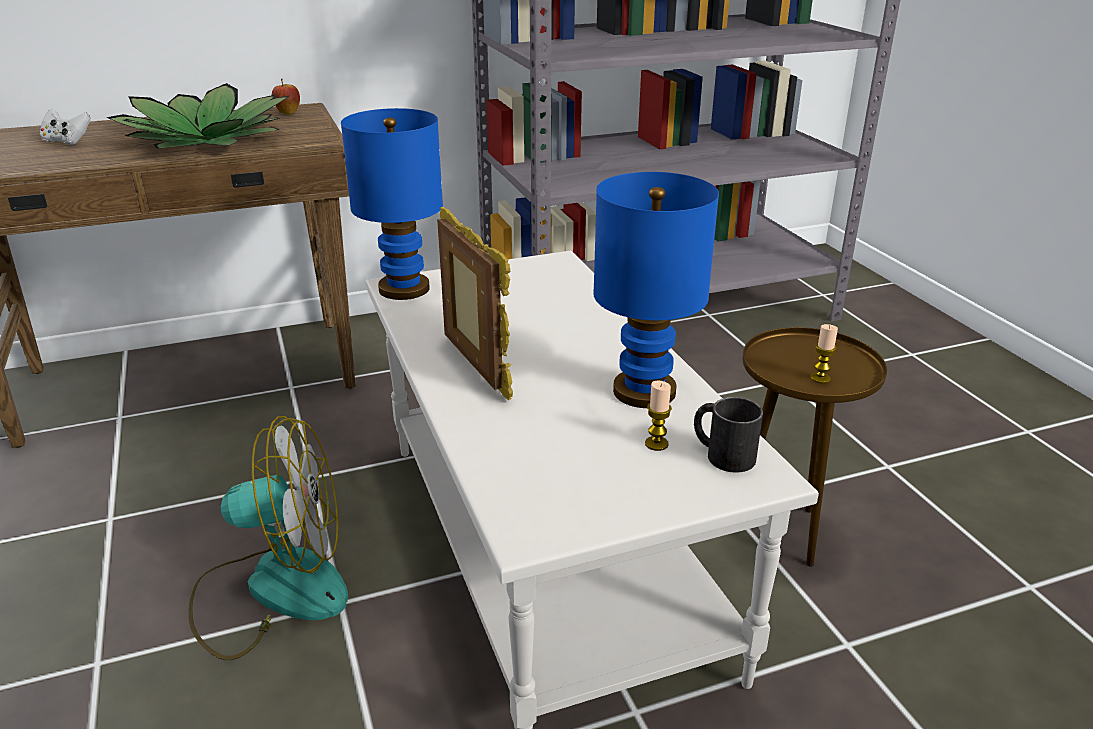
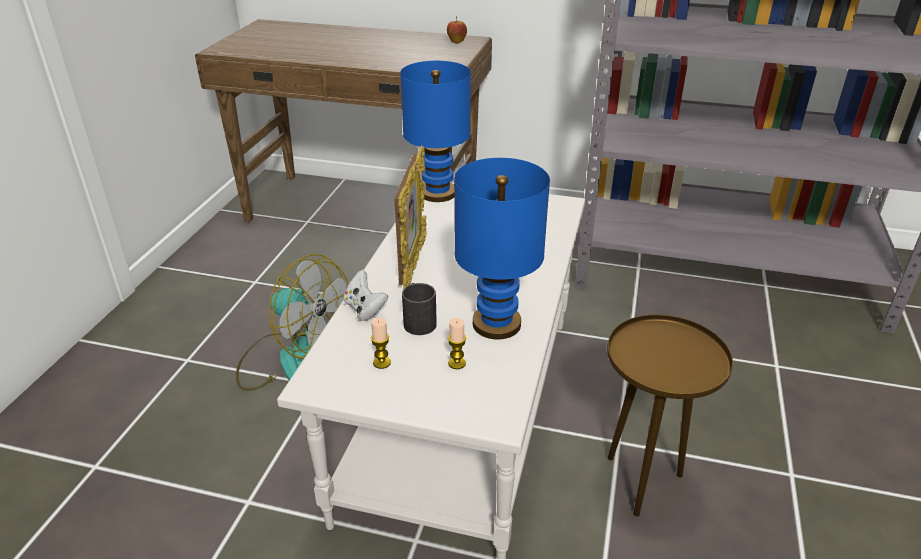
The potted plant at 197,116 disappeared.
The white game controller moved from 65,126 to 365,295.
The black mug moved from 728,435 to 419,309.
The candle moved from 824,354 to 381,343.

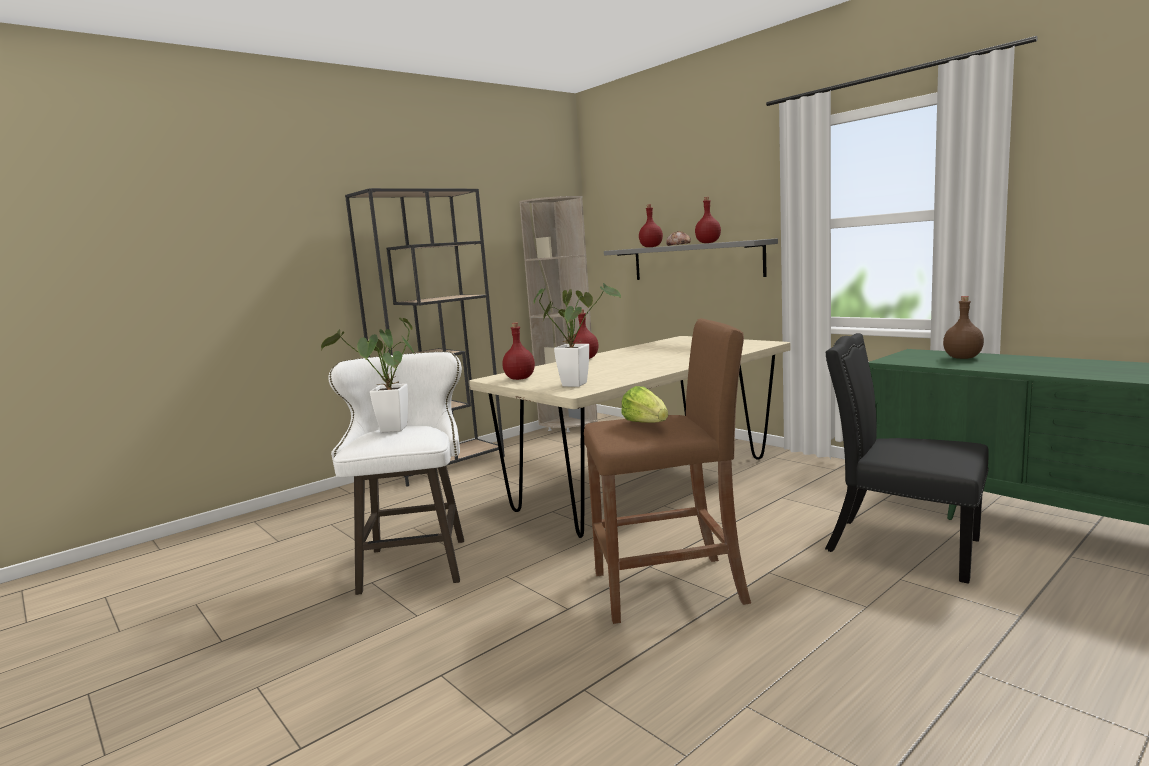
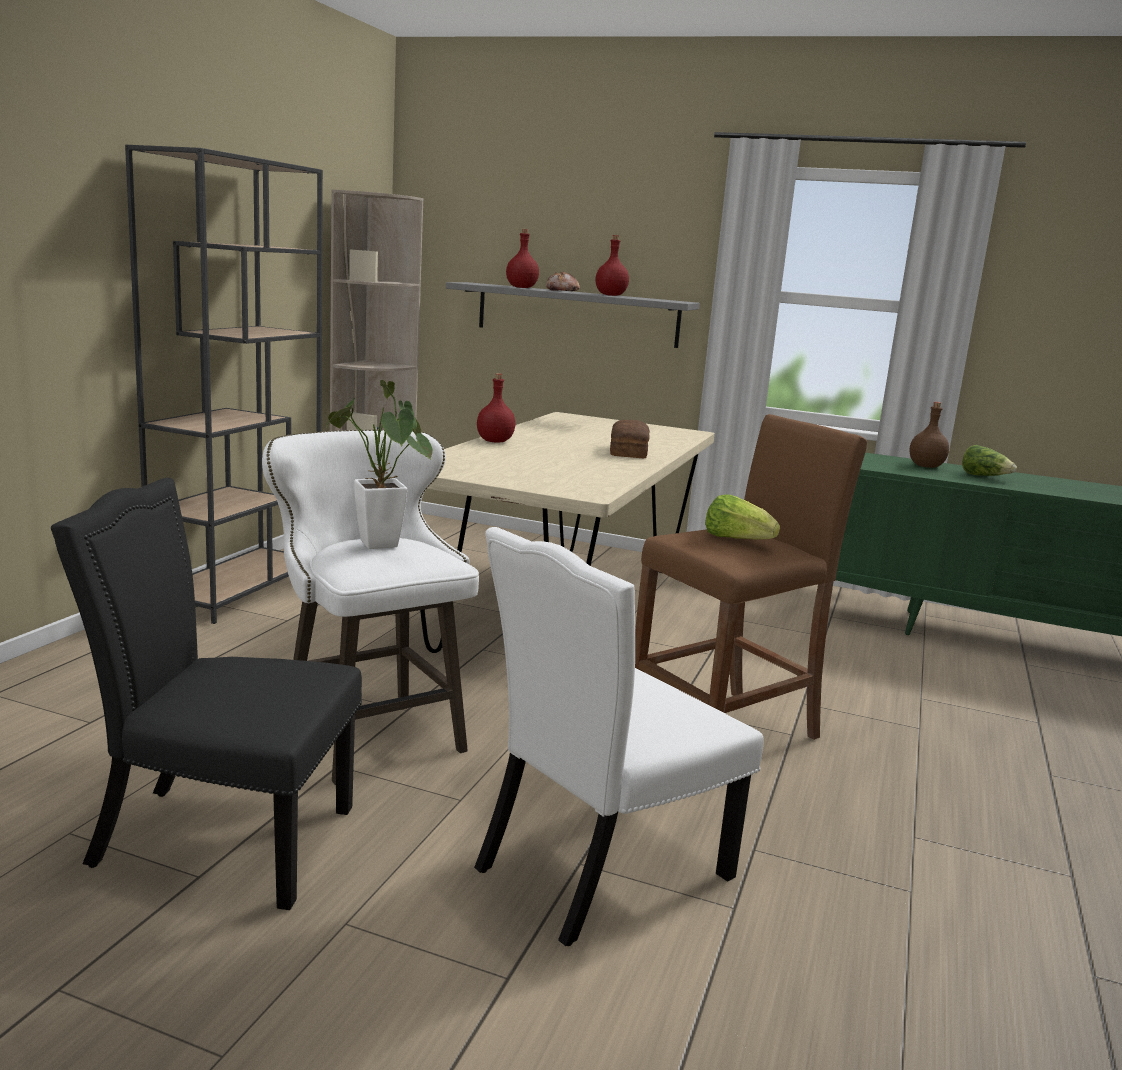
The red bottle at 518,351 disappeared.
The potted plant at 578,335 disappeared.
The white chair at 618,736 appeared.
The bread at 630,439 appeared.
The lettuce at 989,460 appeared.
The black chair moved from 907,458 to 206,694.

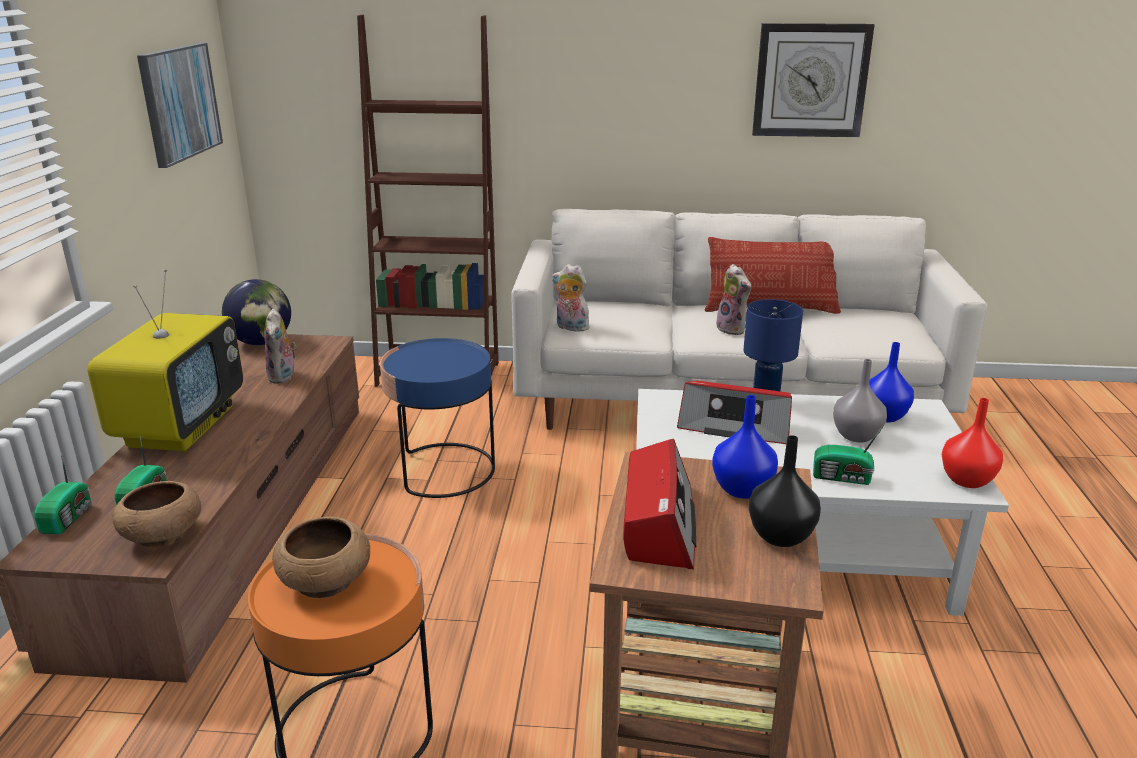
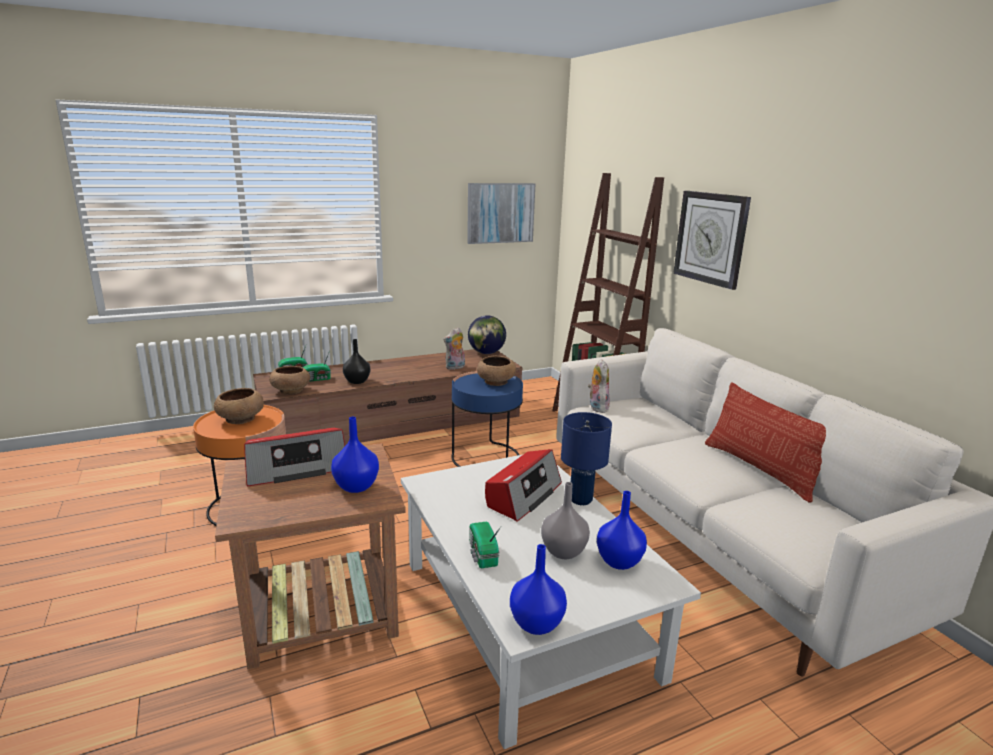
The television at 165,360 disappeared.
The plush toy at 733,299 disappeared.
The brown bowl at 496,371 appeared.
The black vase moved from 785,491 to 356,361.
The wall clock moved from 813,80 to 712,240.
The red vase at 972,443 became the blue vase at 538,589.
The radio at 734,412 turned 135 degrees counterclockwise.

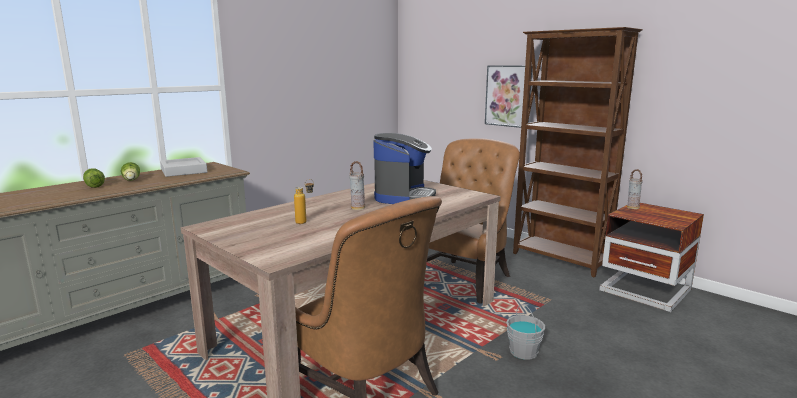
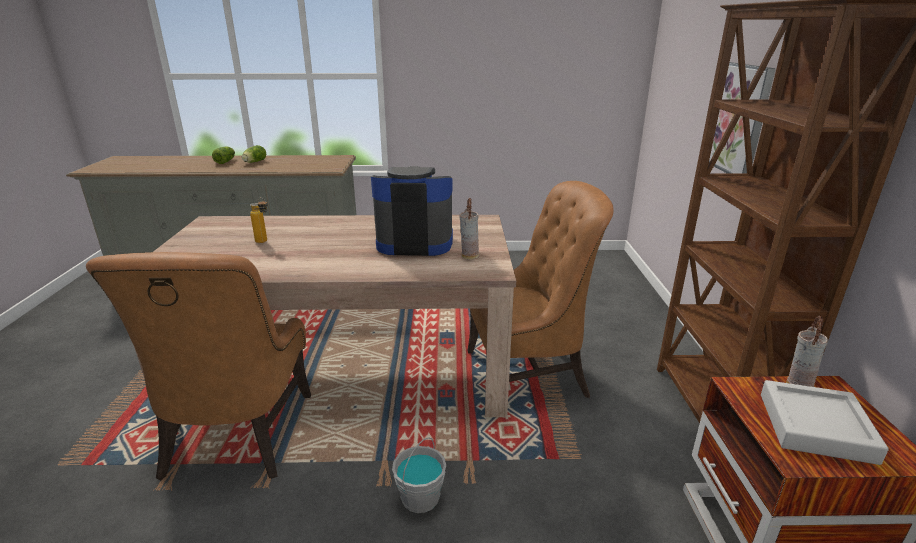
The grey tray moved from 184,167 to 825,422.
The vase moved from 357,185 to 469,229.
The coffee machine at 405,168 turned 150 degrees counterclockwise.

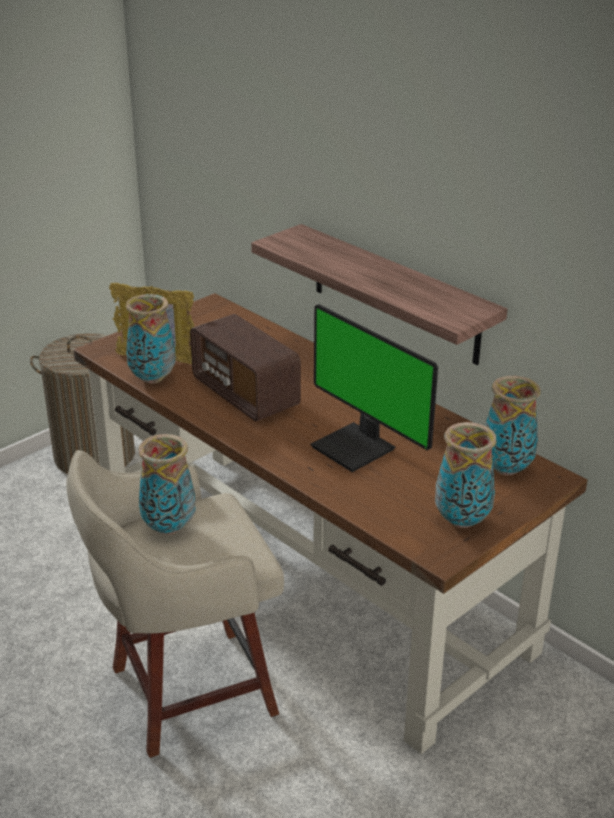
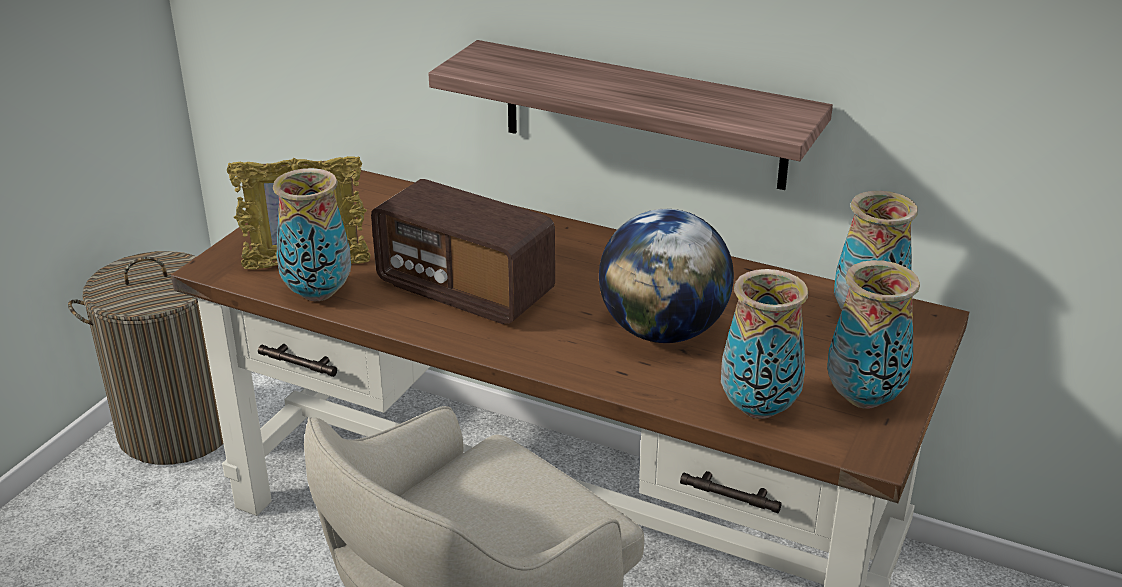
The vase moved from 167,484 to 764,344.
The monitor at 374,388 was replaced by the globe at 666,276.

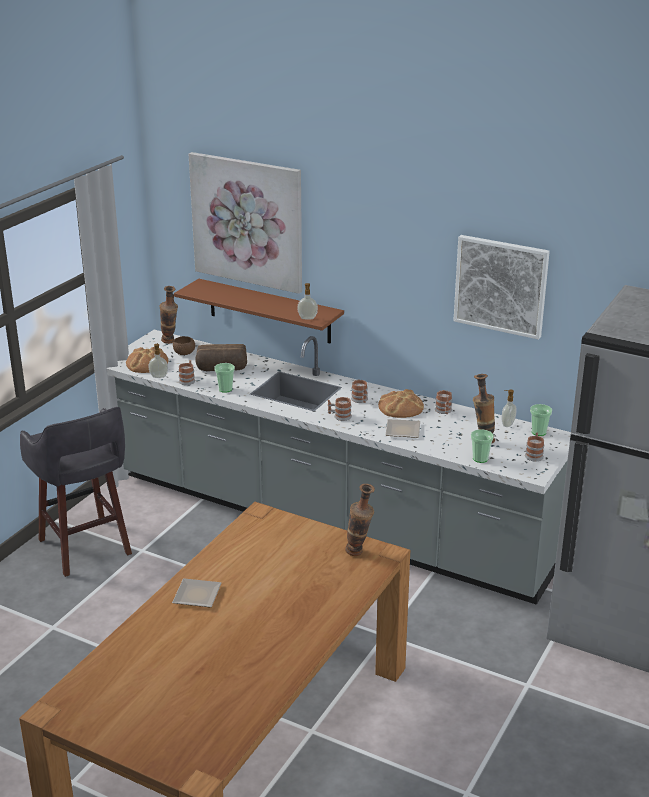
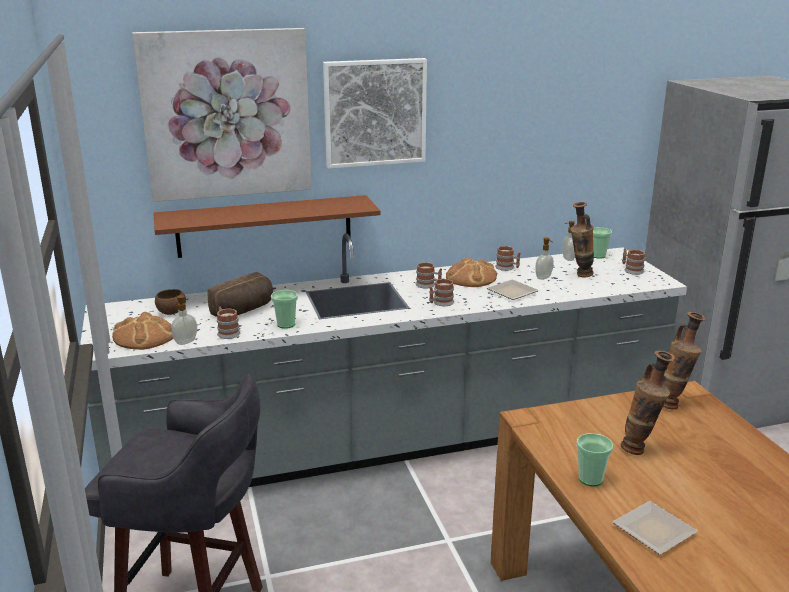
The vase moved from 169,315 to 648,403.
The soap dispenser moved from 307,301 to 544,259.
The picture moved from 501,287 to 375,113.
The cup moved from 482,446 to 594,460.

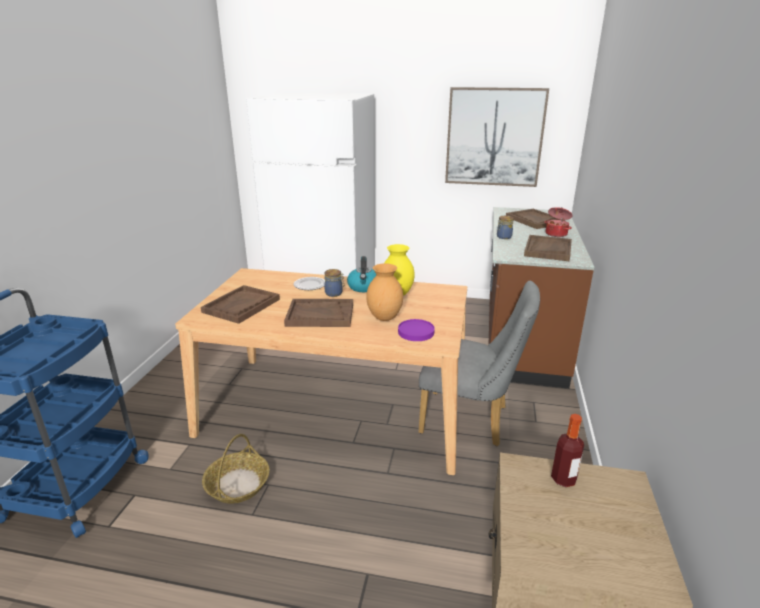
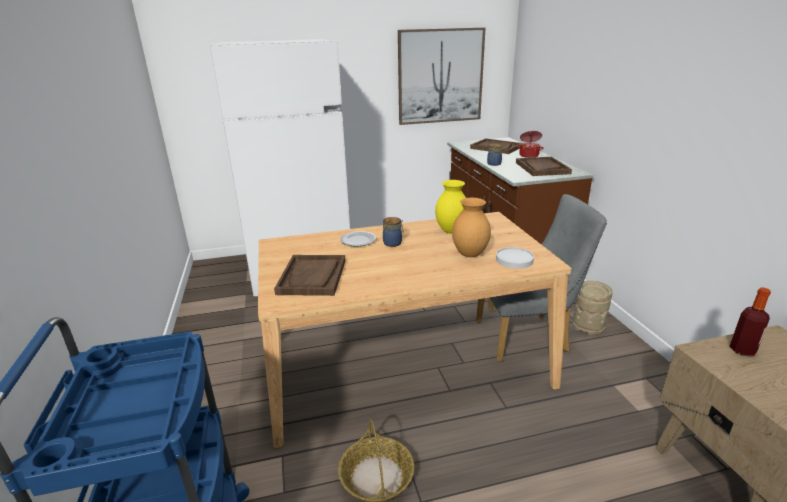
The brown tray at 318,313 disappeared.
The kettle at 361,274 disappeared.
The beige vase at 593,308 appeared.
The purple plate at 416,330 became the white plate at 515,258.

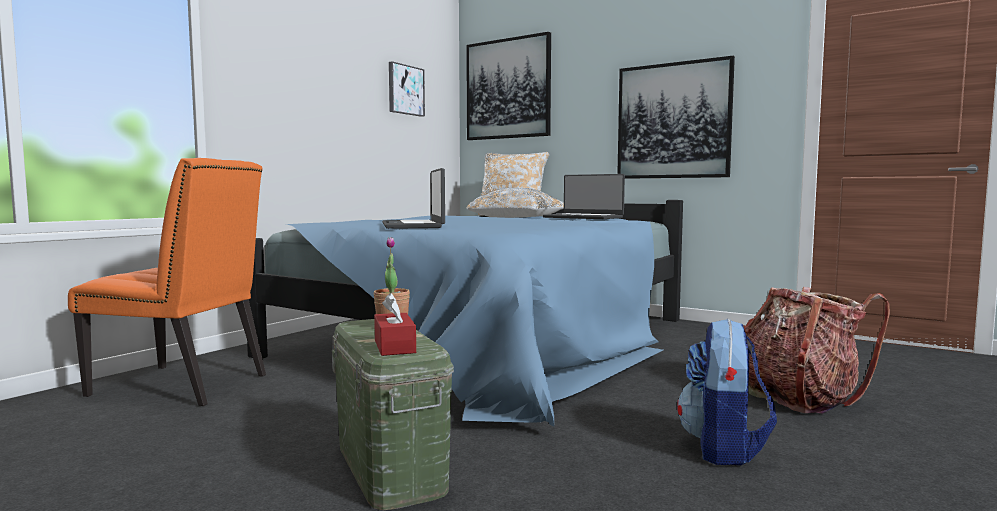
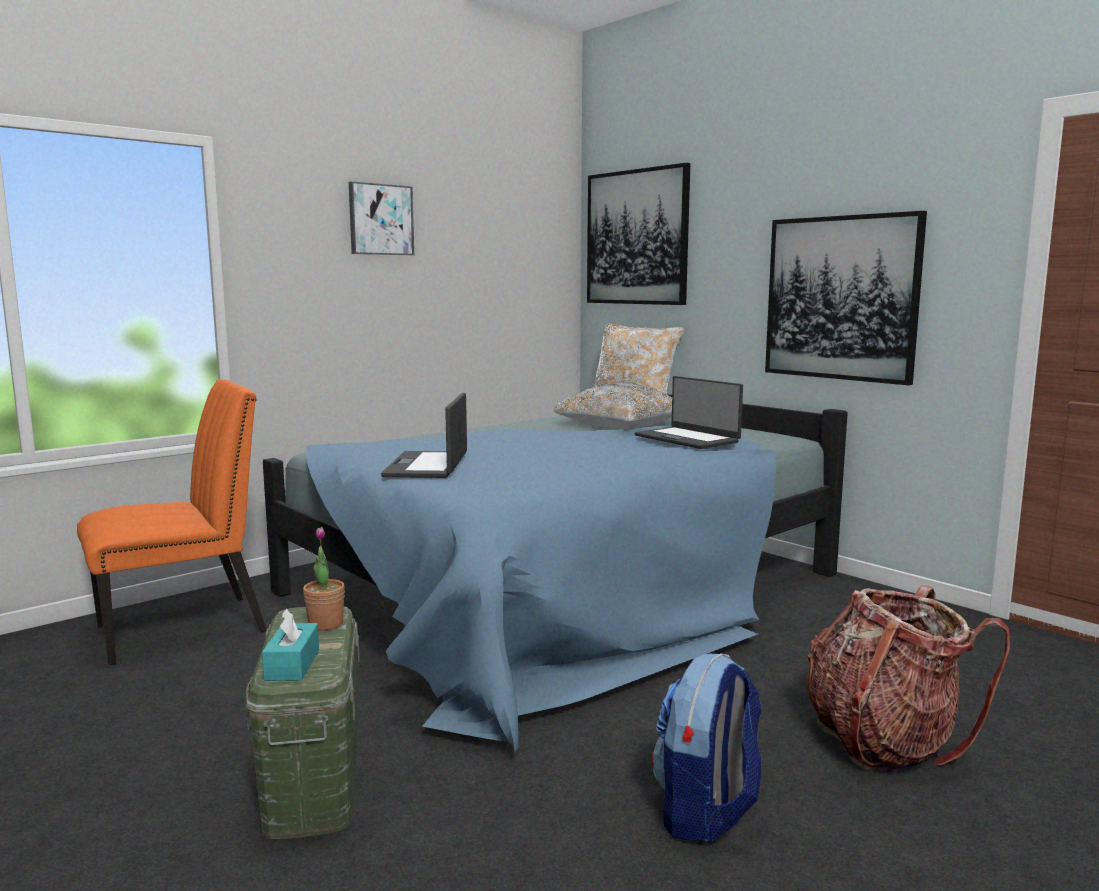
The picture moved from 407,89 to 381,218.
The red tissue box at 395,324 became the turquoise tissue box at 290,645.
The orange chair at 167,282 turned 60 degrees counterclockwise.

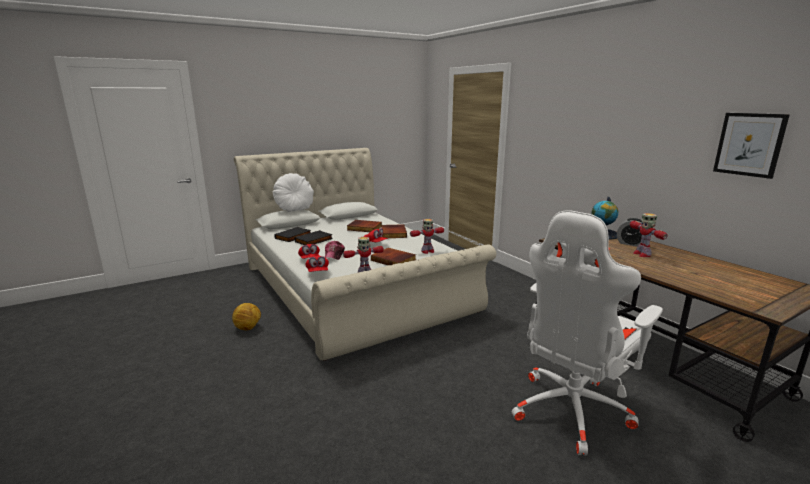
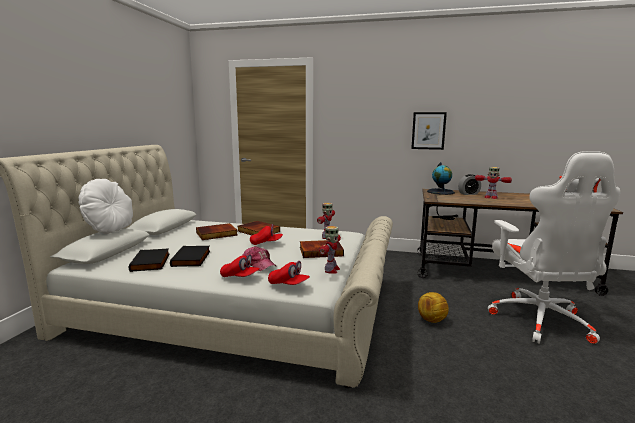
The football moved from 246,316 to 433,307.
The picture moved from 751,146 to 429,131.

